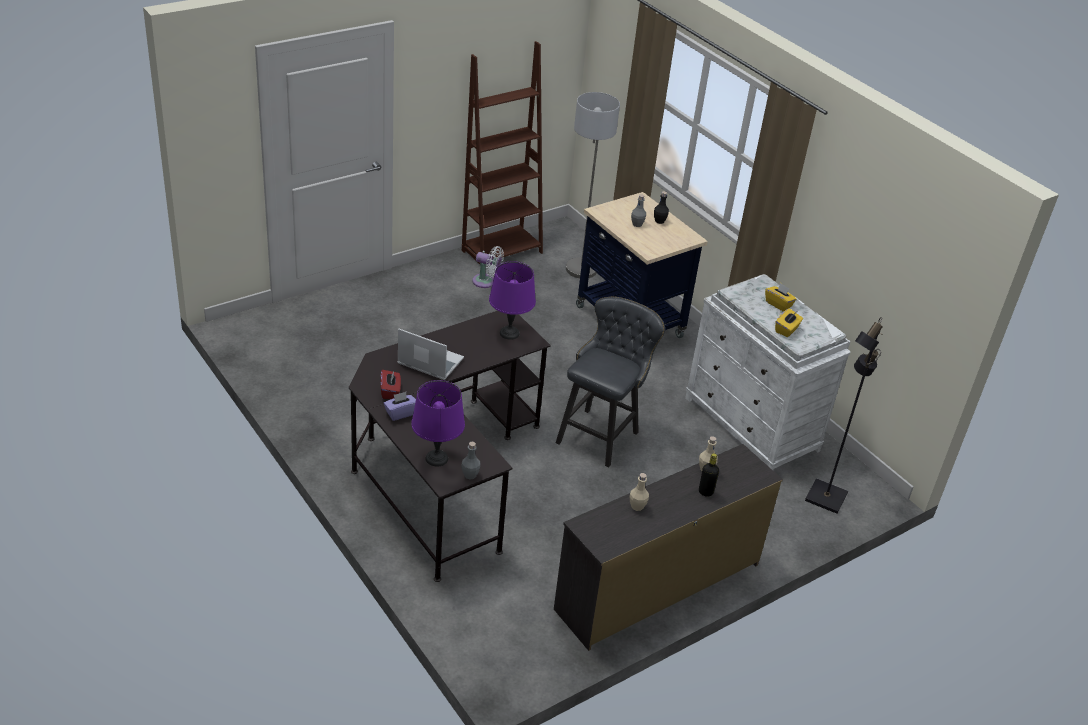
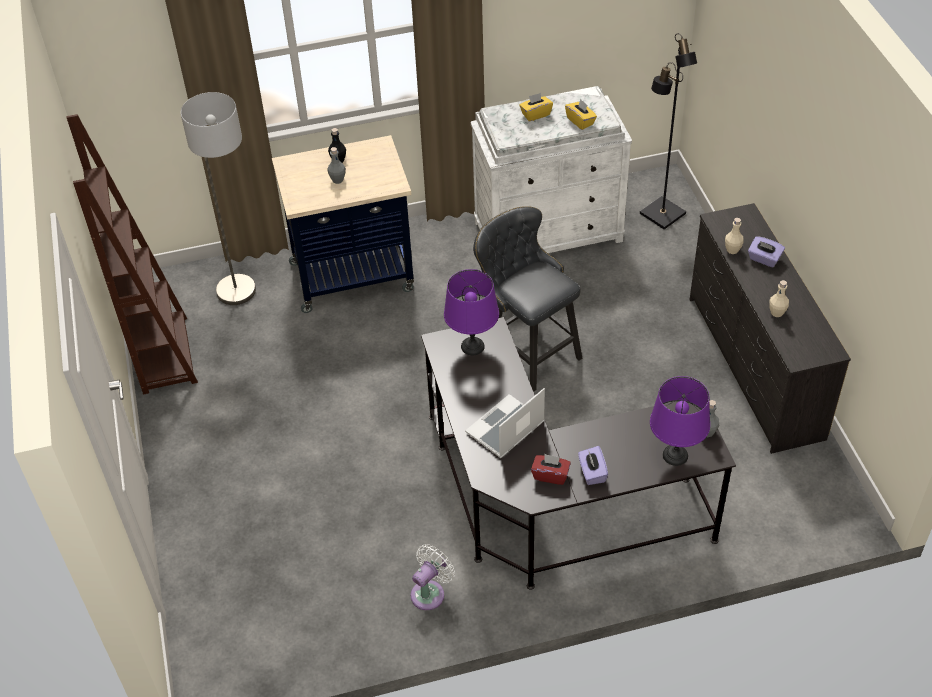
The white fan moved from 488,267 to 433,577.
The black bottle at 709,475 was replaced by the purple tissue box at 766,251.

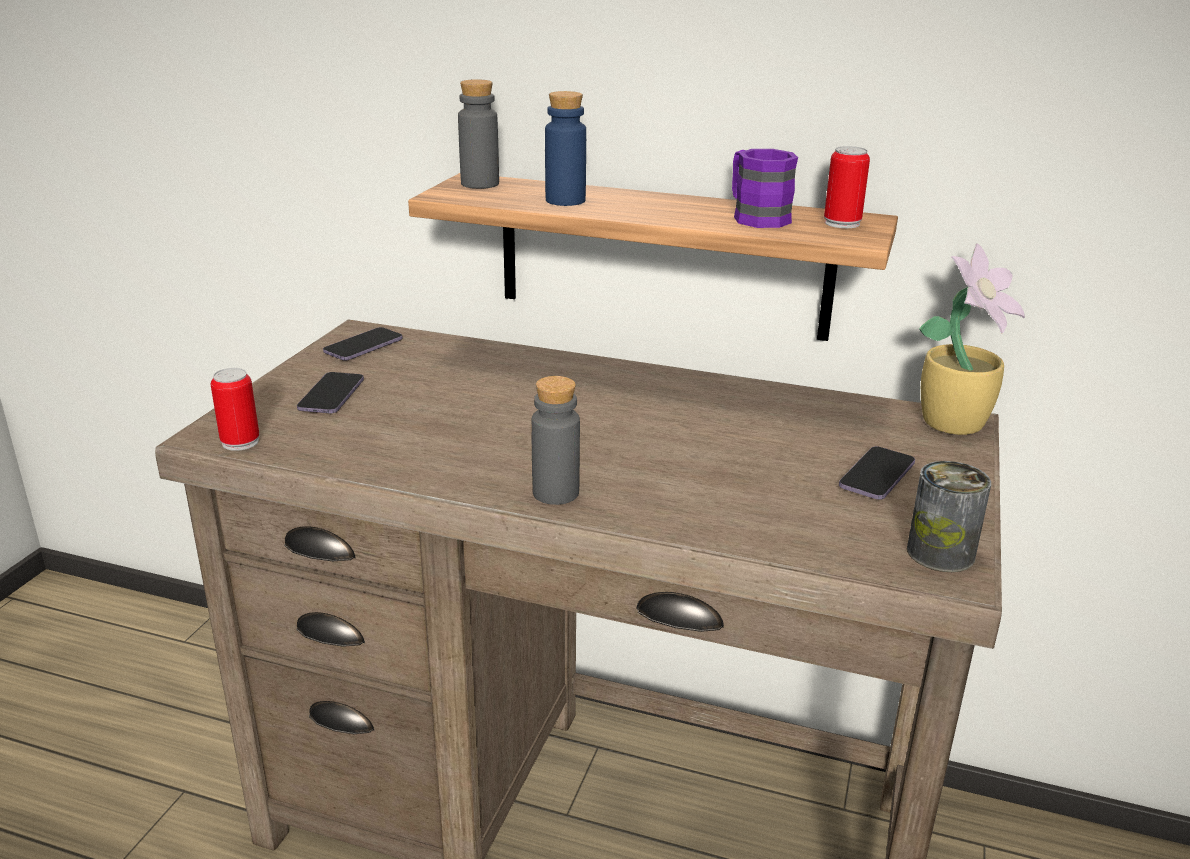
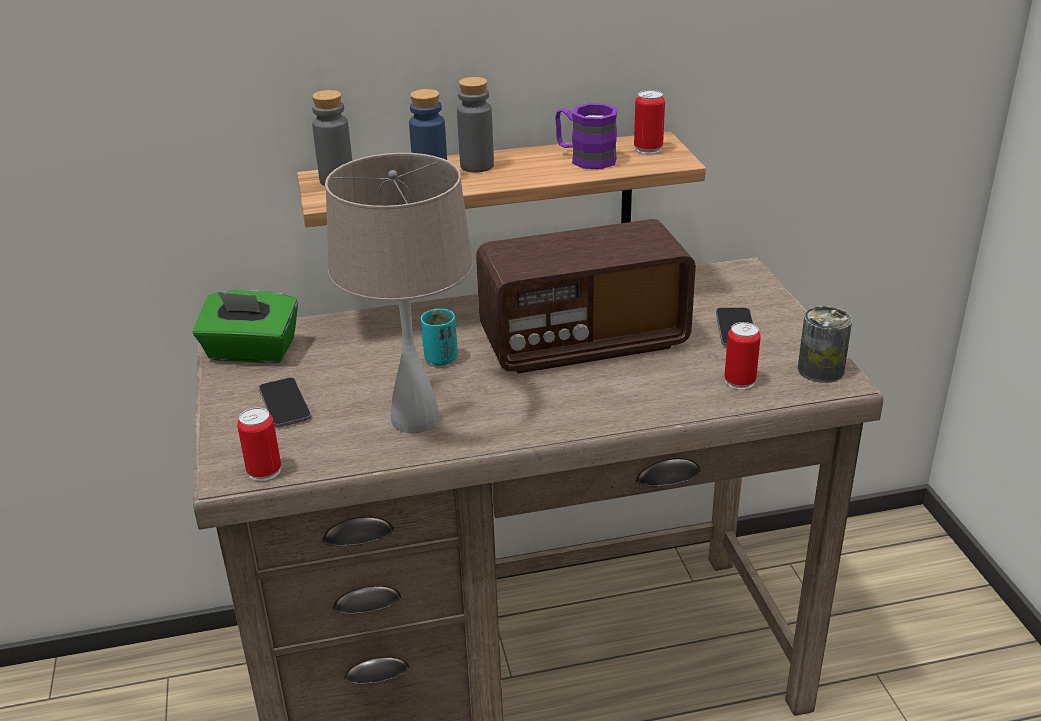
The potted plant at 972,339 disappeared.
The beige table lamp at 399,293 appeared.
The turquoise cup at 439,337 appeared.
The radio at 586,296 appeared.
The can at 742,356 appeared.
The grey bottle moved from 555,440 to 475,125.
The phone at 363,343 was replaced by the green tissue box at 245,326.

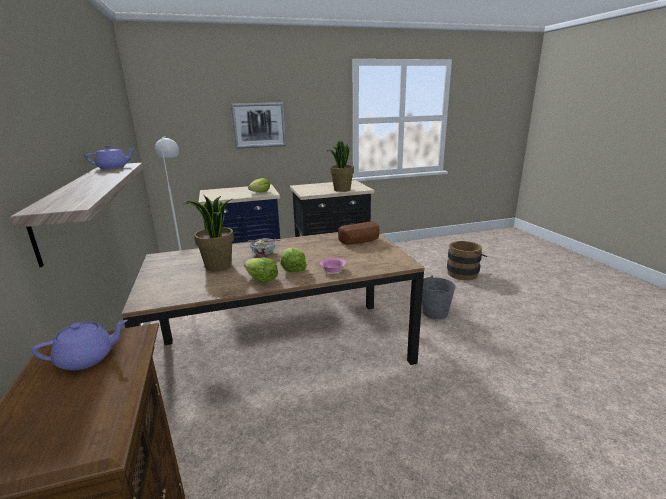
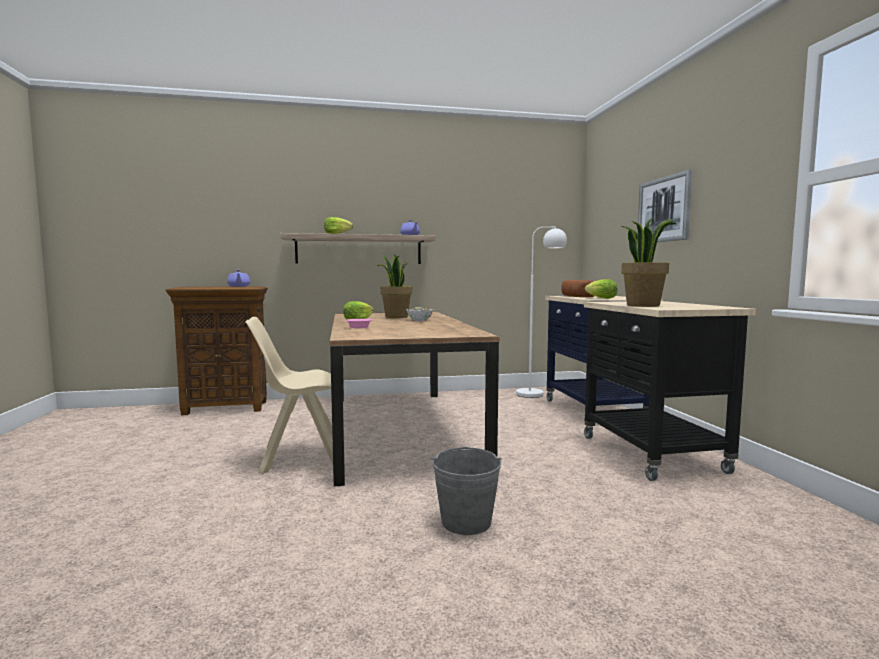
The brown bucket at 467,260 disappeared.
The beige chair at 289,395 appeared.
The lettuce moved from 293,260 to 338,225.
The bread moved from 359,233 to 577,288.

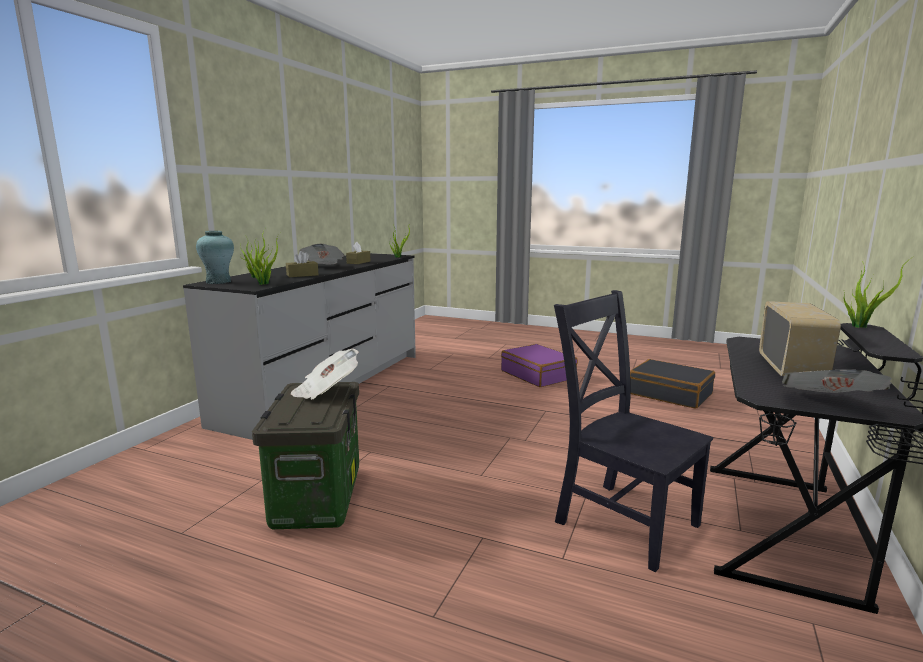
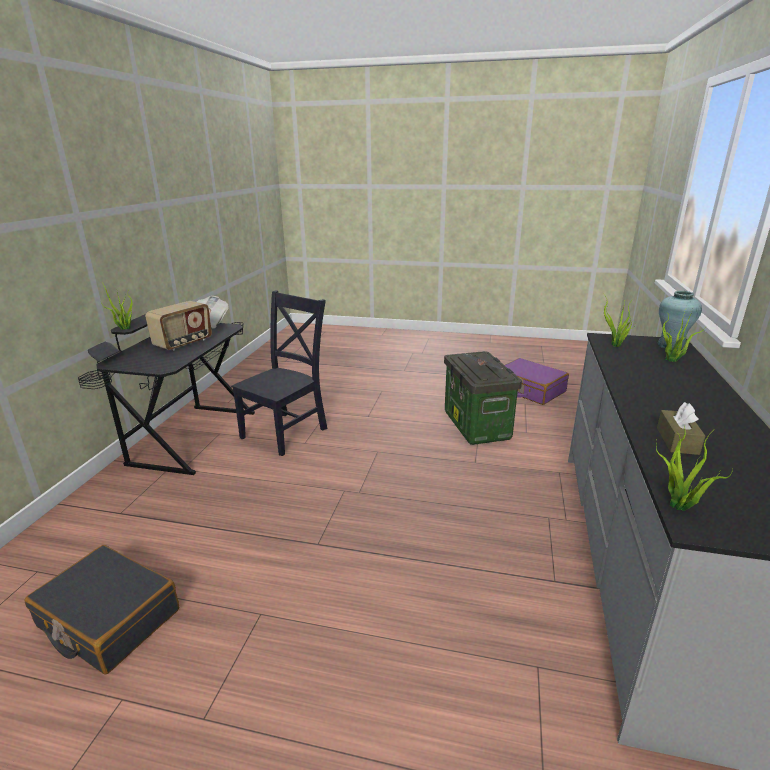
The brown tissue box at 302,264 disappeared.
The newspaper at 321,254 disappeared.
The purple suitcase moved from 539,365 to 537,381.
The black chair at 633,431 turned 90 degrees counterclockwise.
The radio at 800,338 turned 150 degrees counterclockwise.

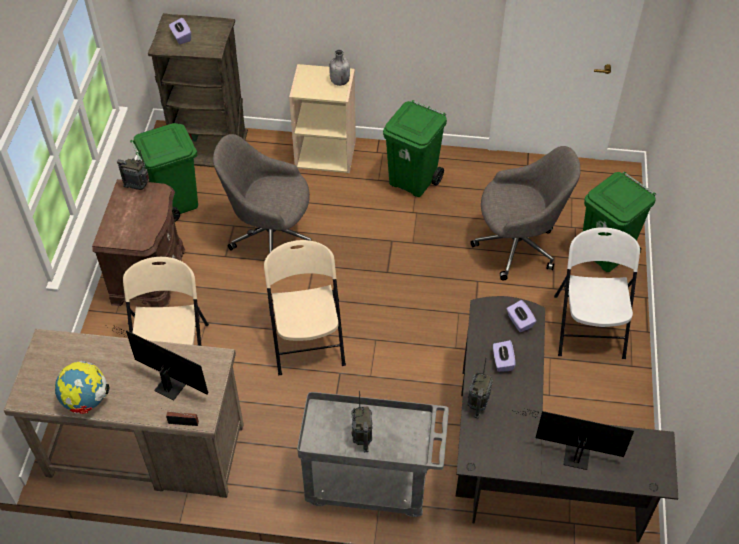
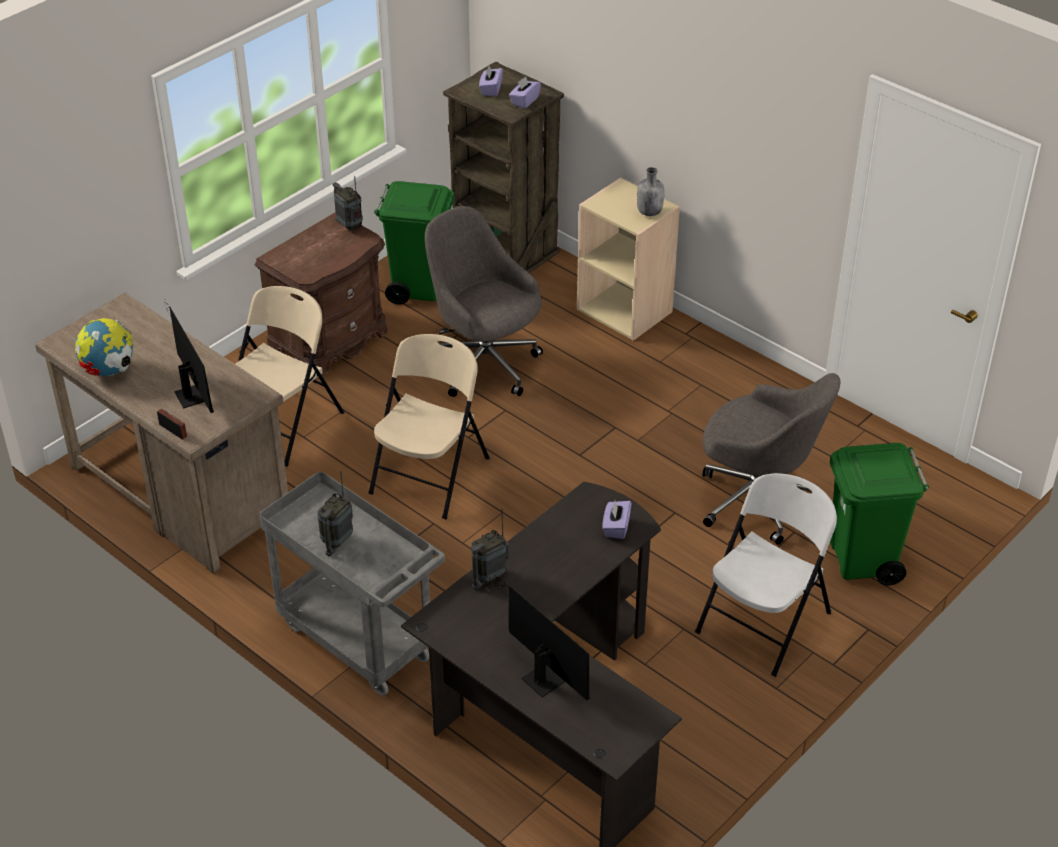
The green trash can at 415,148 disappeared.
The purple tissue box moved from 504,356 to 525,92.

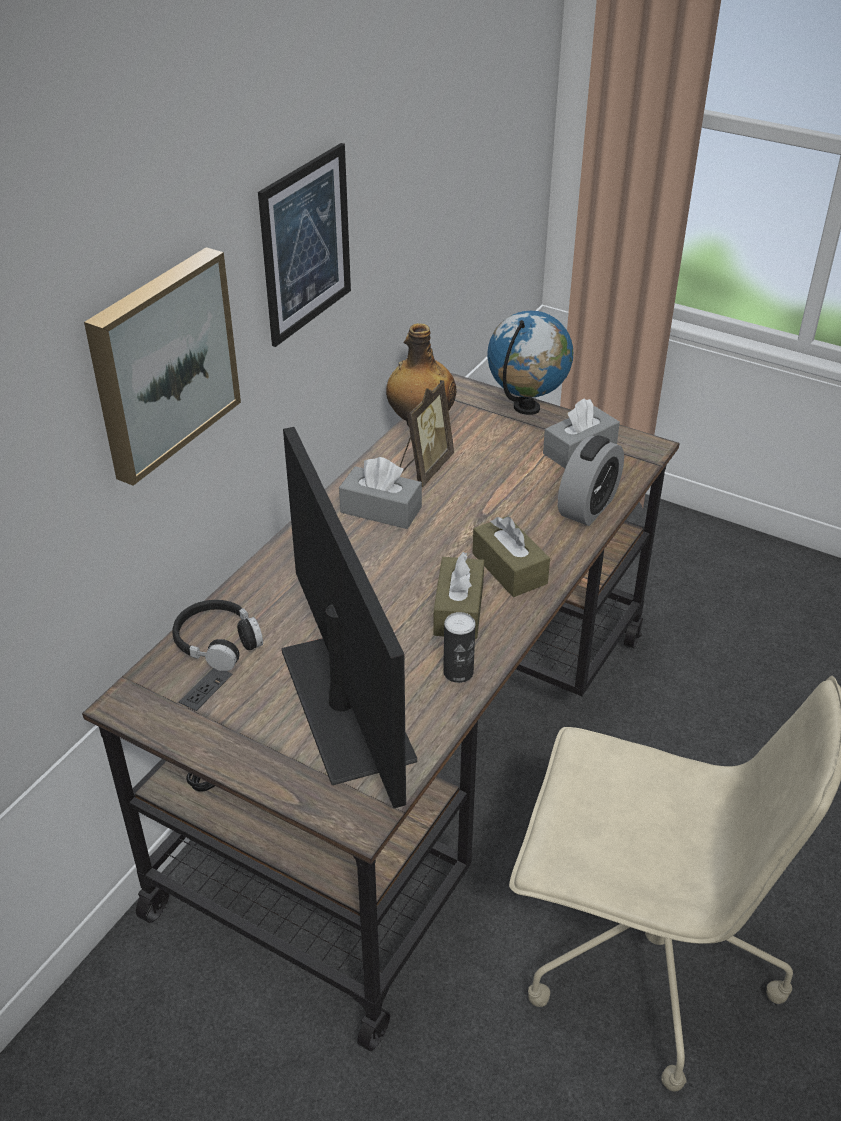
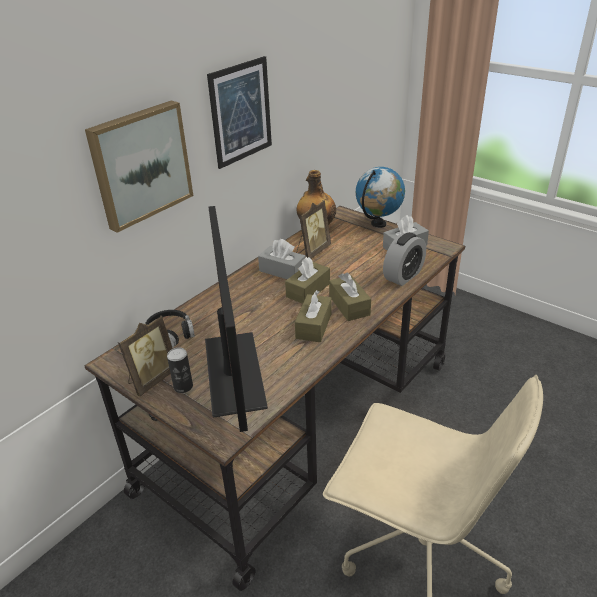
The picture frame at 145,356 appeared.
The brown tissue box at 307,280 appeared.
The can moved from 459,647 to 180,370.

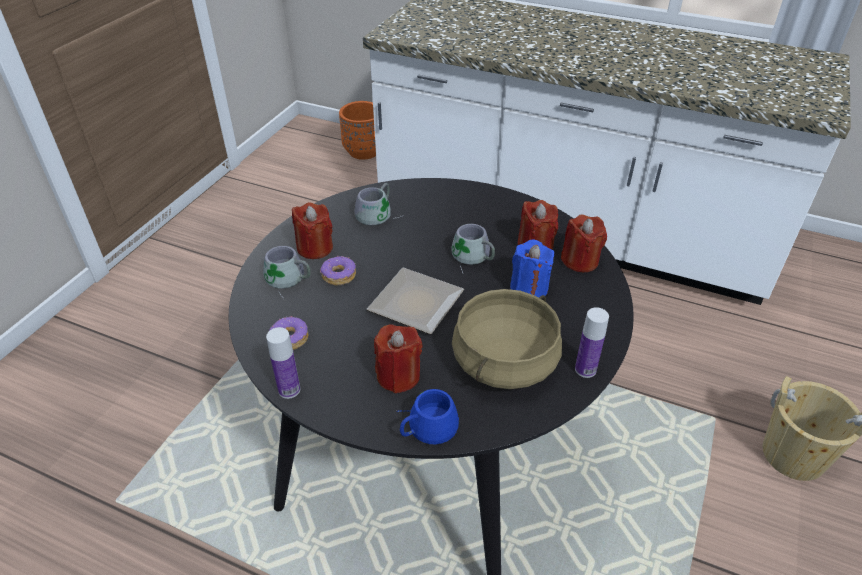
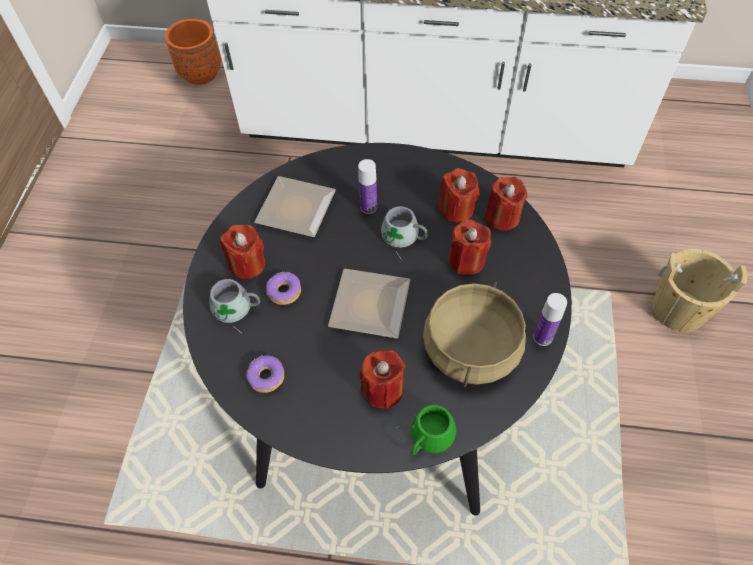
The bottle moved from 283,363 to 367,186.
The grey mug at 379,204 was replaced by the plate at 295,206.
The blue mug at 427,416 became the green mug at 425,430.
The blue candle at 532,268 became the red candle at 470,247.

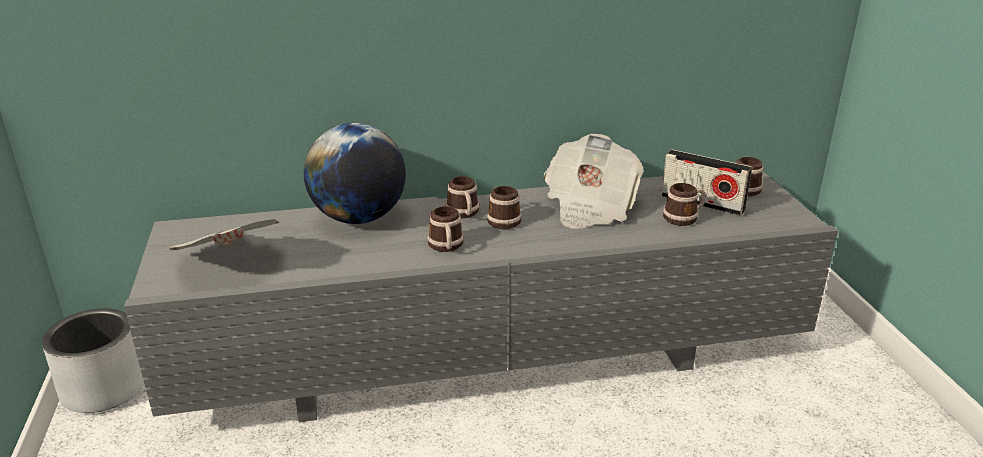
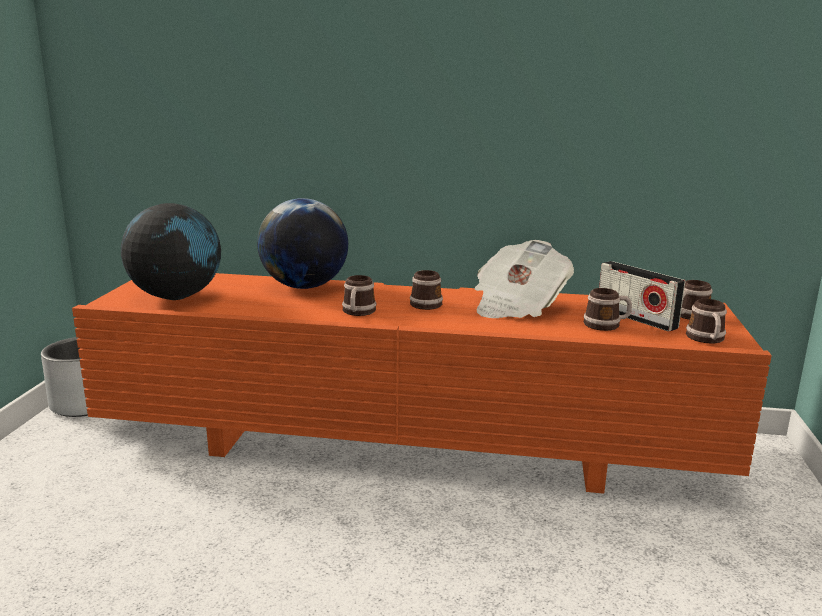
The mug moved from 462,197 to 706,321.
The newspaper at 224,234 was replaced by the globe at 171,251.
The grey tv stand at 481,296 became the orange tv stand at 422,383.

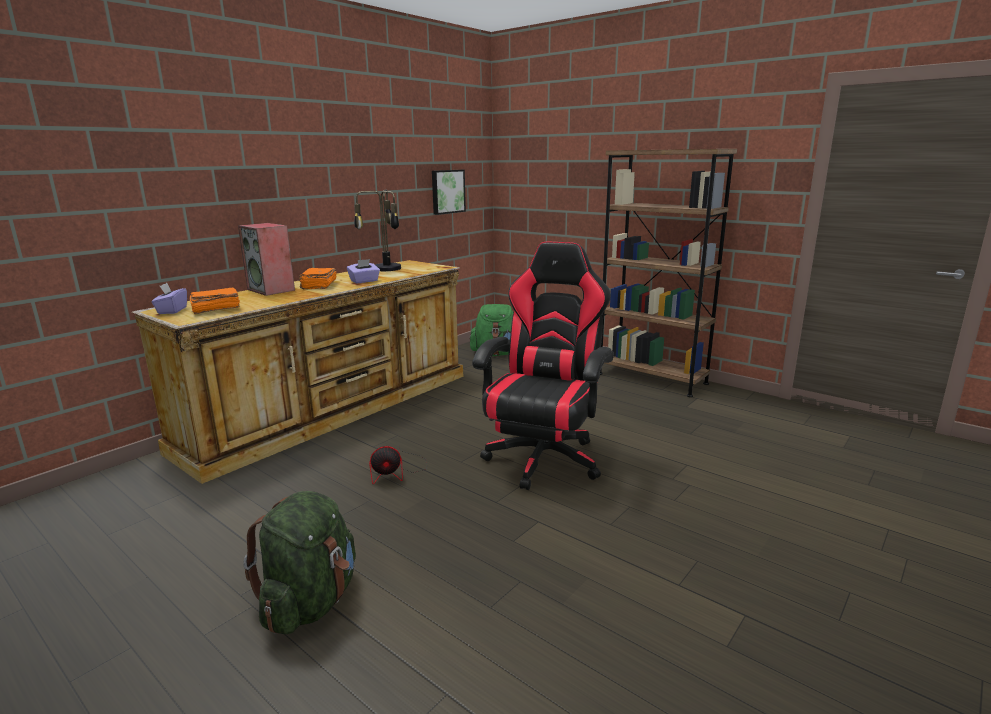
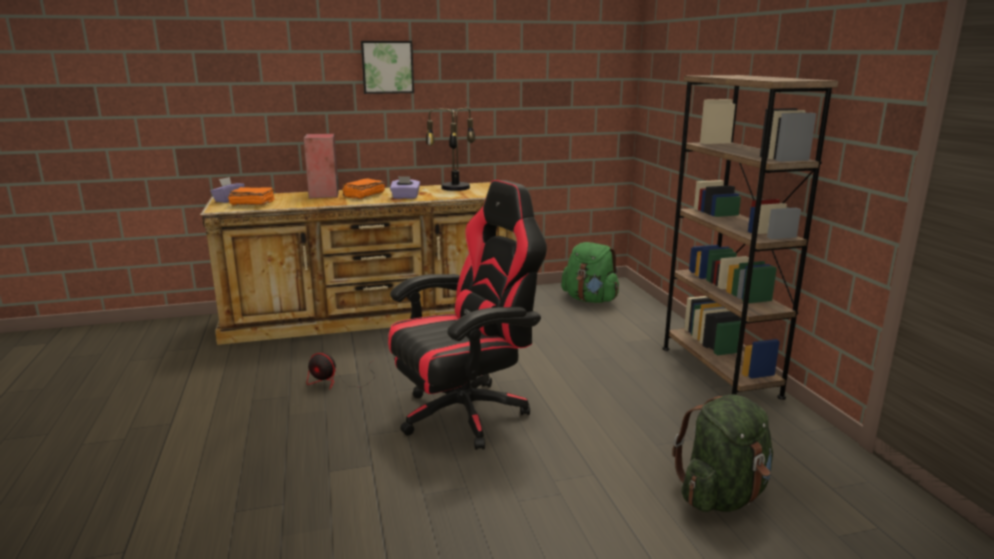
The green backpack moved from 299,562 to 722,453.
The picture moved from 449,192 to 387,67.

